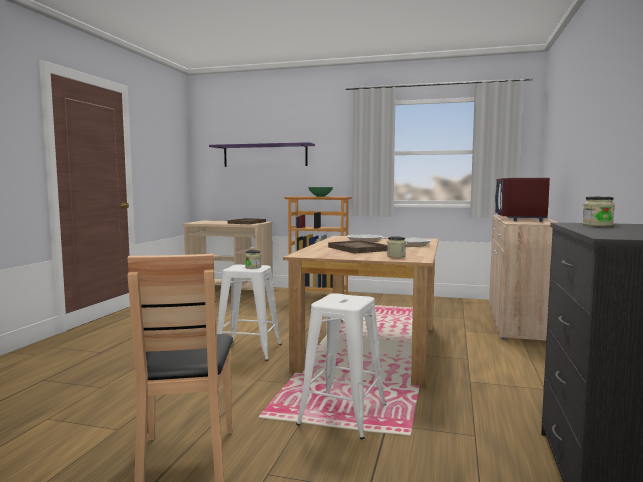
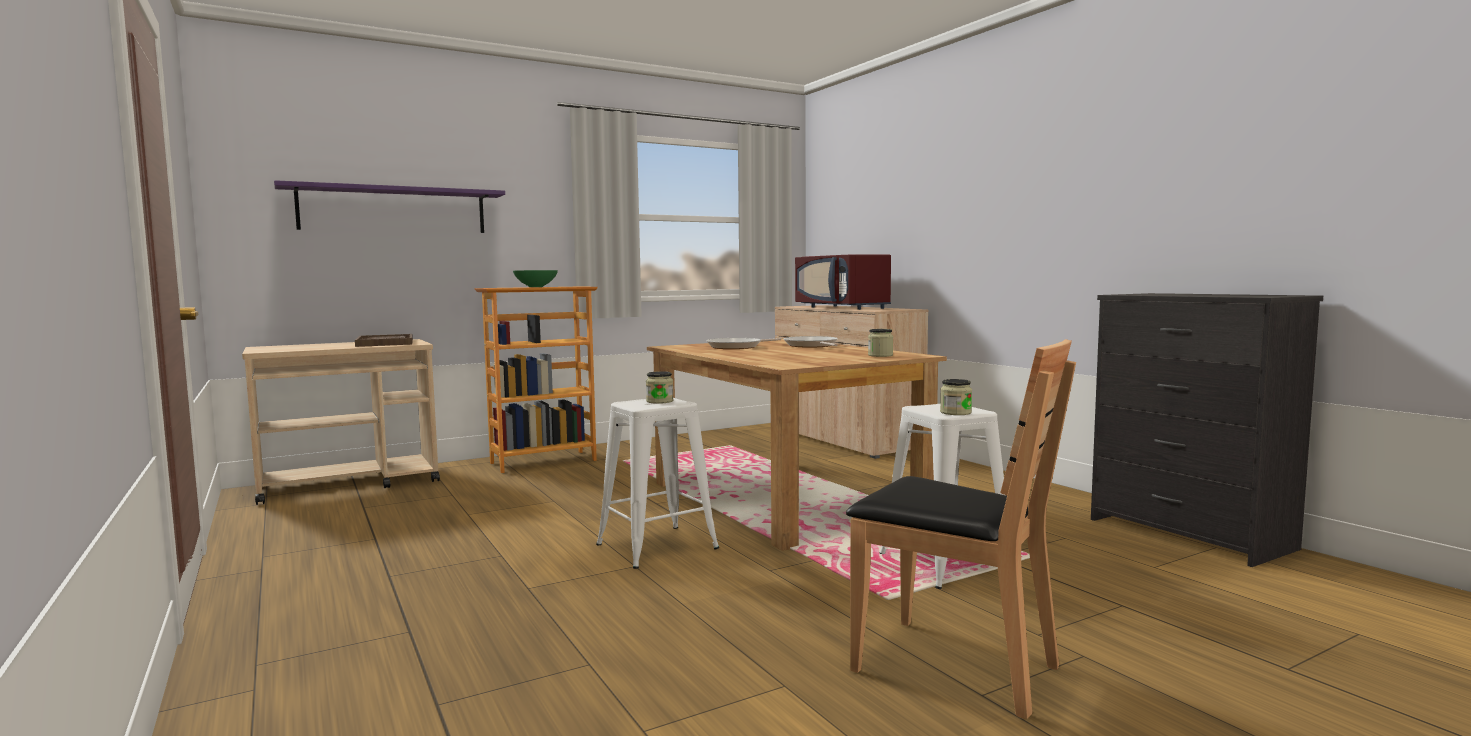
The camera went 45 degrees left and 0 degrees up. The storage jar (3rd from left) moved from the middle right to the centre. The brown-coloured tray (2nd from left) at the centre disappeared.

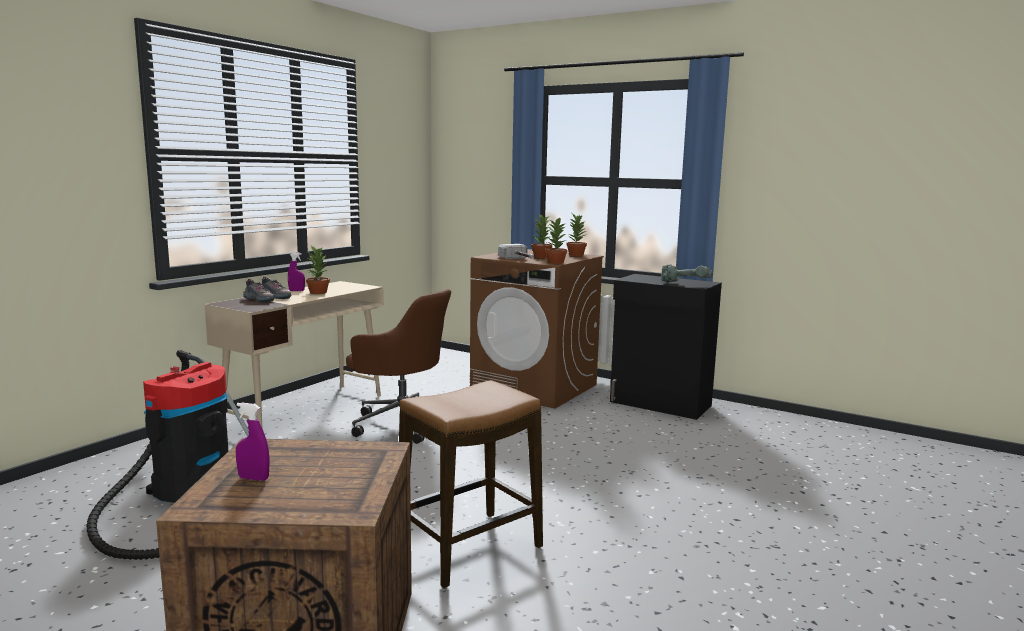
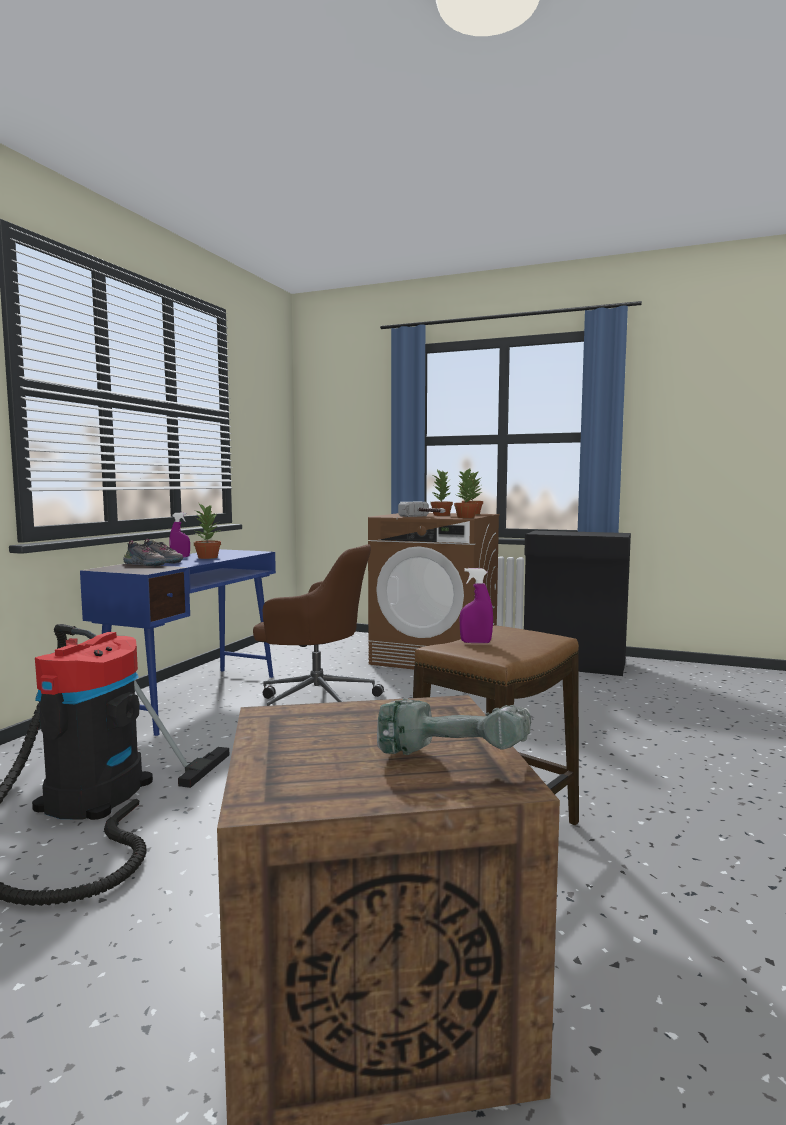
The camera went 10 degrees left and 5 degrees down. The sand-coloured desk at the middle left became the blue-coloured desk at the middle left. The power drill moved from the middle right to the centre. The purple-coloured hand sprayer (1st from left in the first image) moved from the bottom left to the centre.

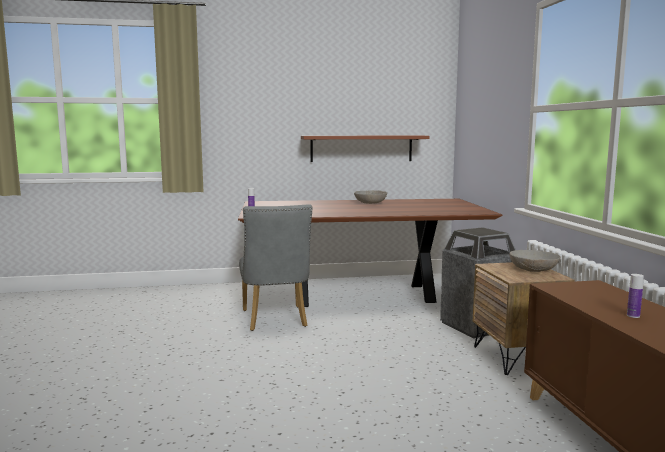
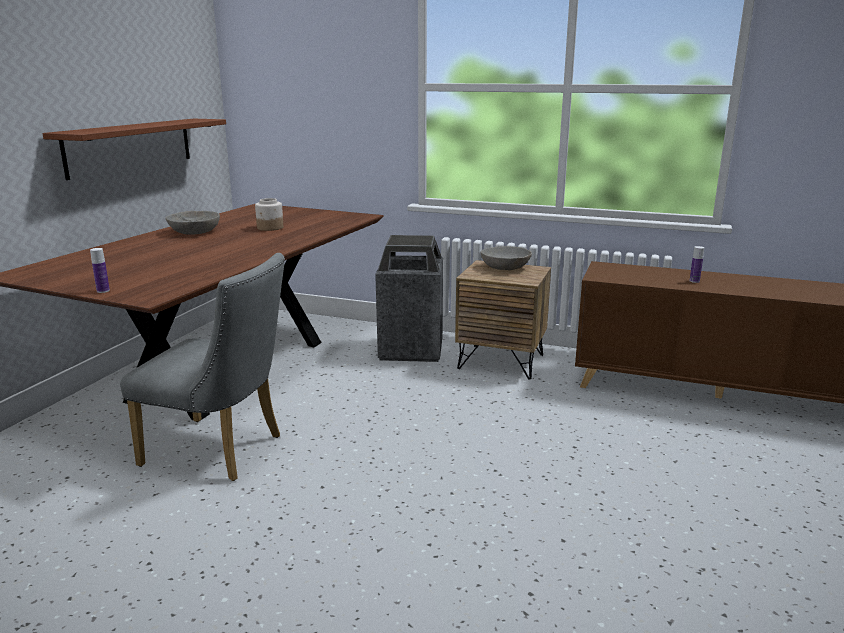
The camera went 60 degrees left and 10 degrees up. The storage jar at the middle left appeared.

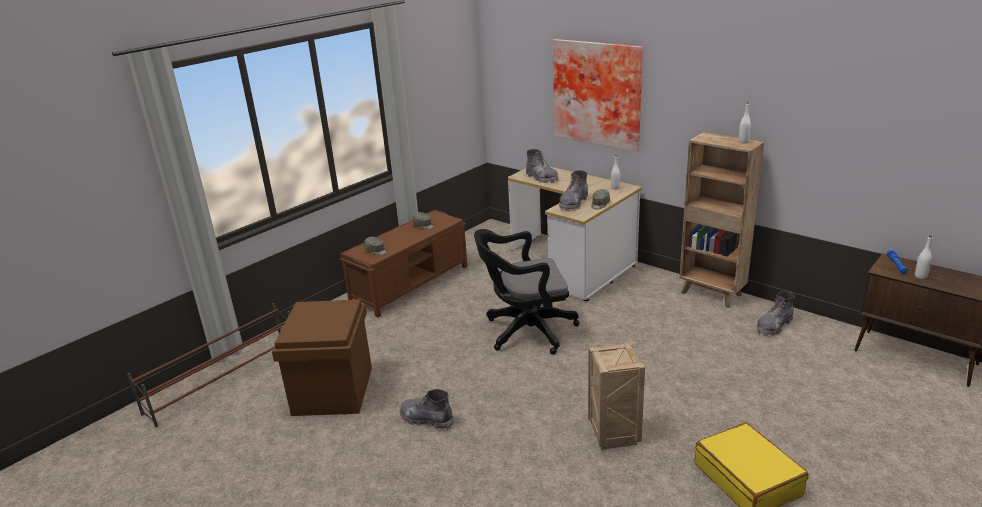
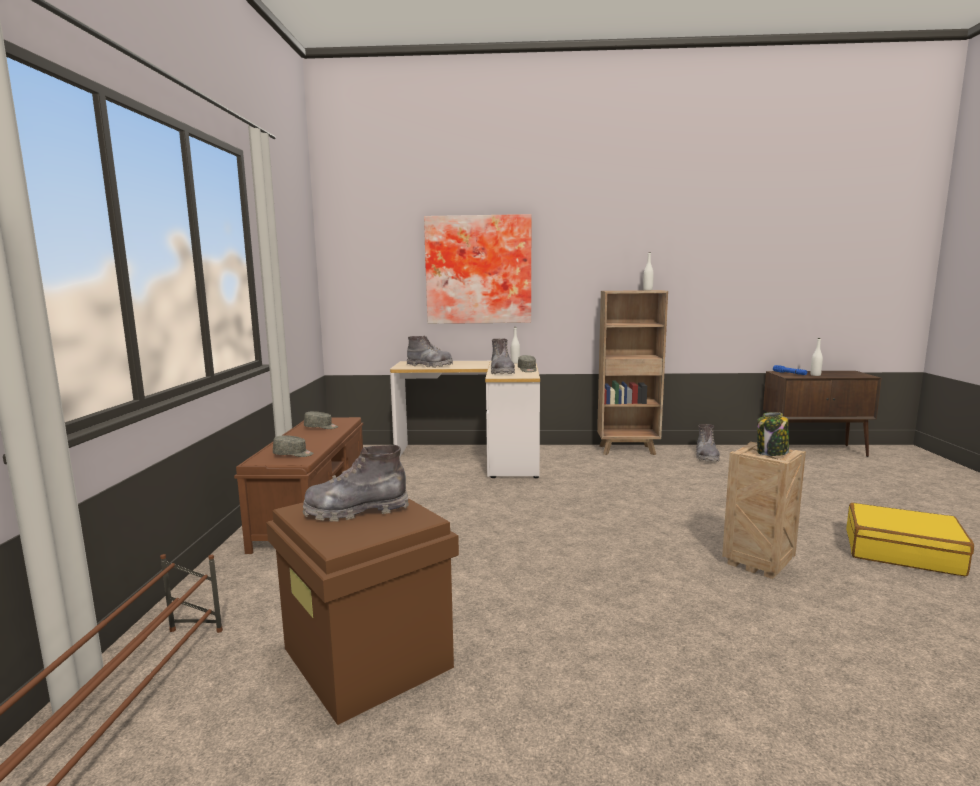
The camera went 40 degrees left and 15 degrees down. The greyish boot (1st from left) moved from the bottom centre to the centre. The storage jar at the middle right appeared. The black computer chair at the centre disappeared.

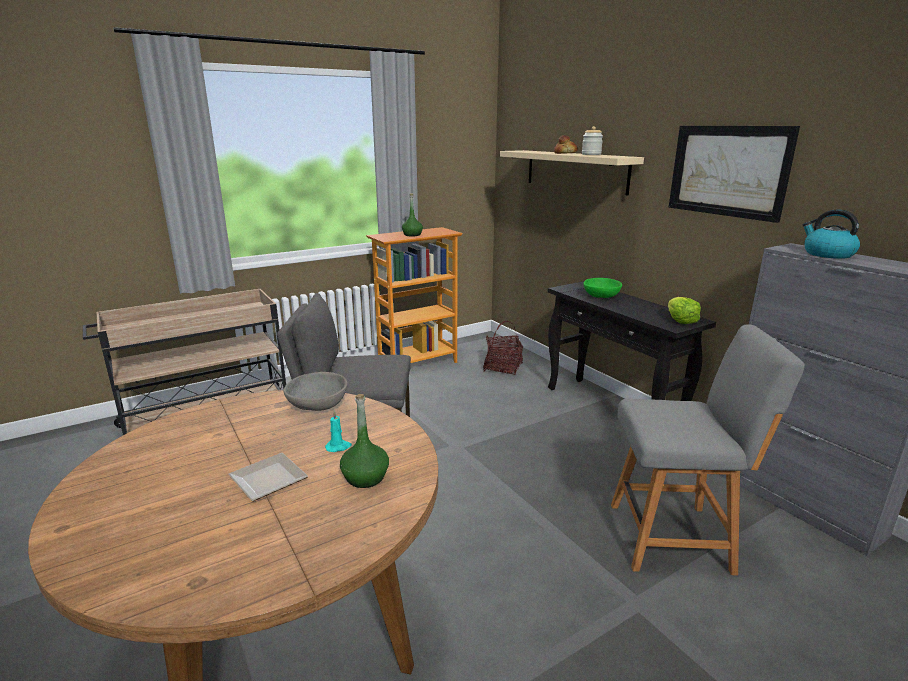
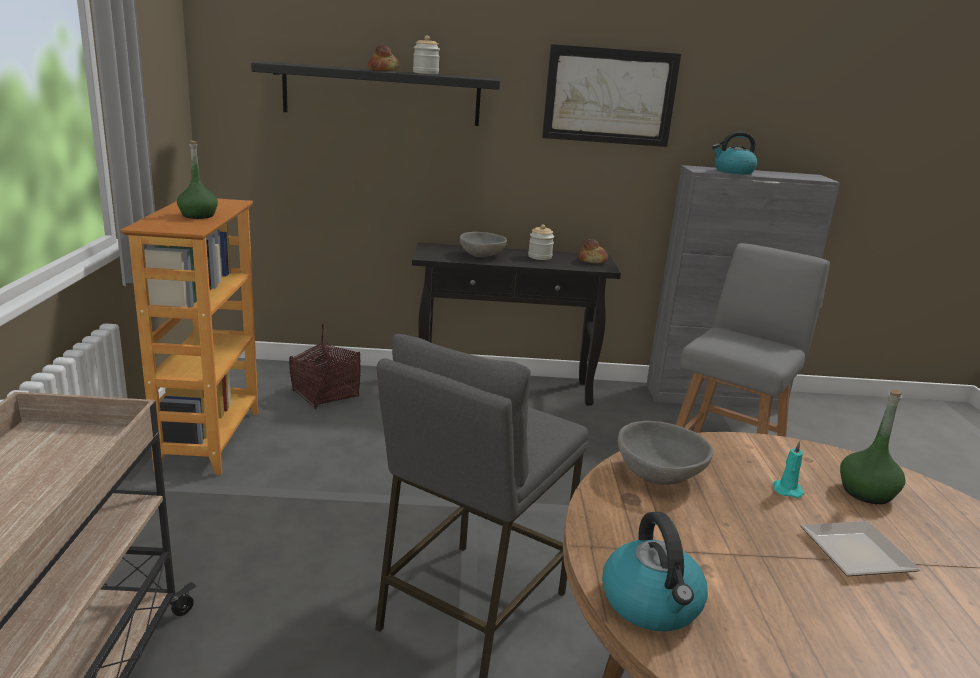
The camera went 60 degrees left and 0 degrees up. The sand-coloured shelf at the top centre became the black shelf at the top centre. The greenish serving bowl at the centre became the greyish serving bowl (1st from left) at the centre. The storage jar (2nd from left) at the centre appeared. The lettuce at the middle right was replaced by the bread (2nd from left) at the centre. The tea kettle (1st from left) at the bottom right appeared.

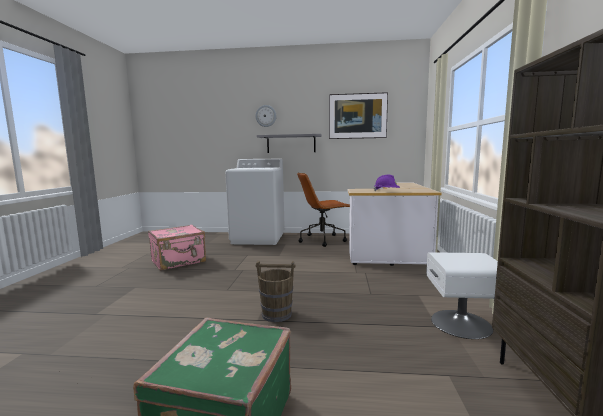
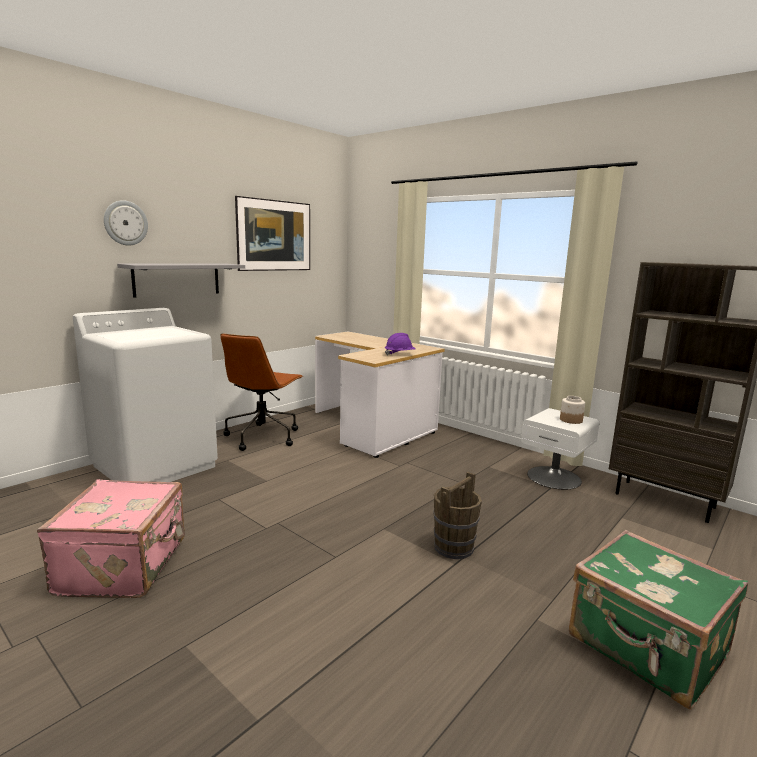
The camera went 55 degrees left and 5 degrees up. The storage jar at the middle right appeared.

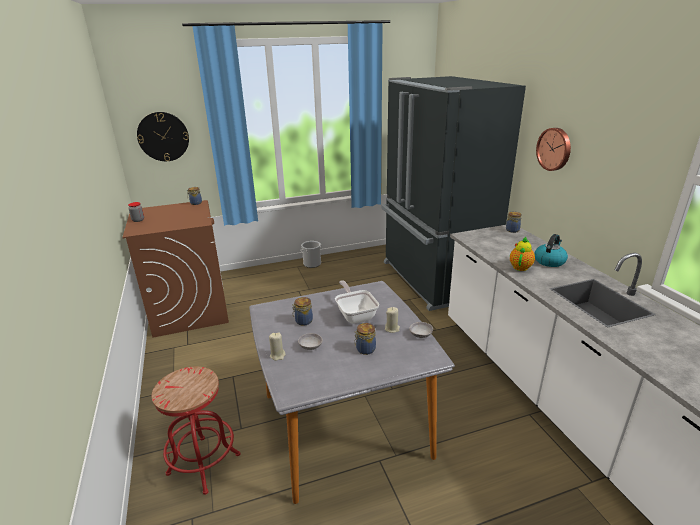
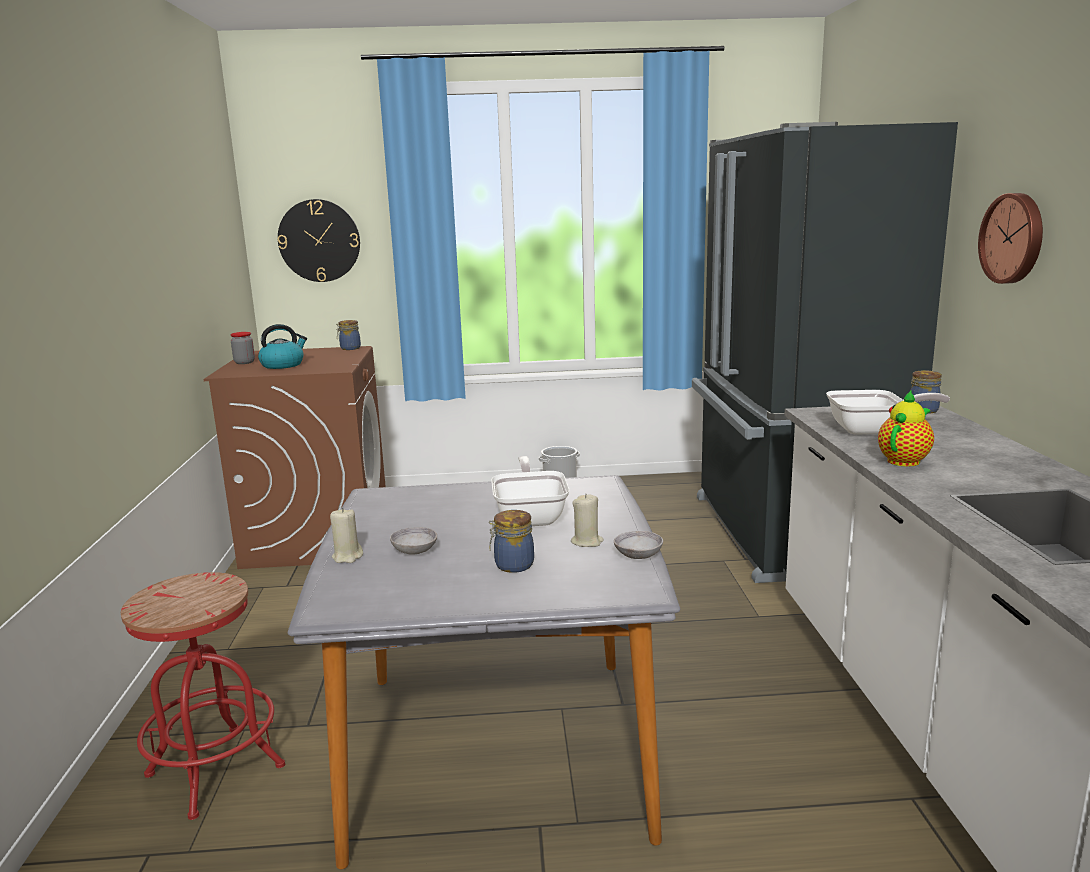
The camera went 15 degrees right and 10 degrees down. The tea kettle moved from the middle right to the middle left. The pan (2nd from left) at the middle right appeared. The storage jar (3rd from left) at the centre disappeared.

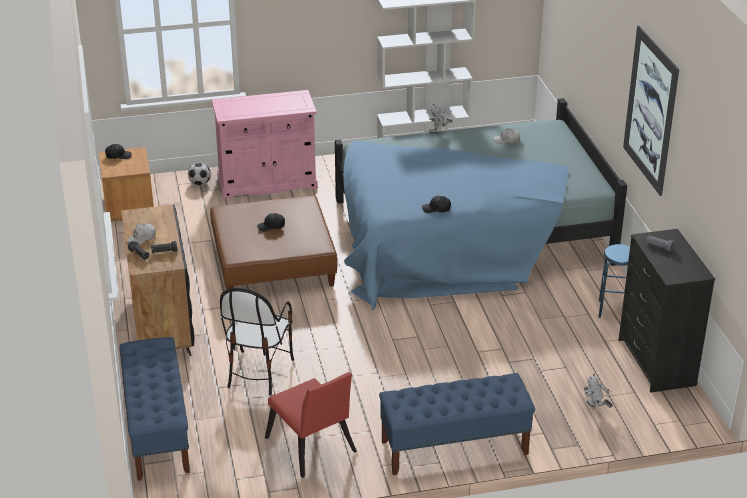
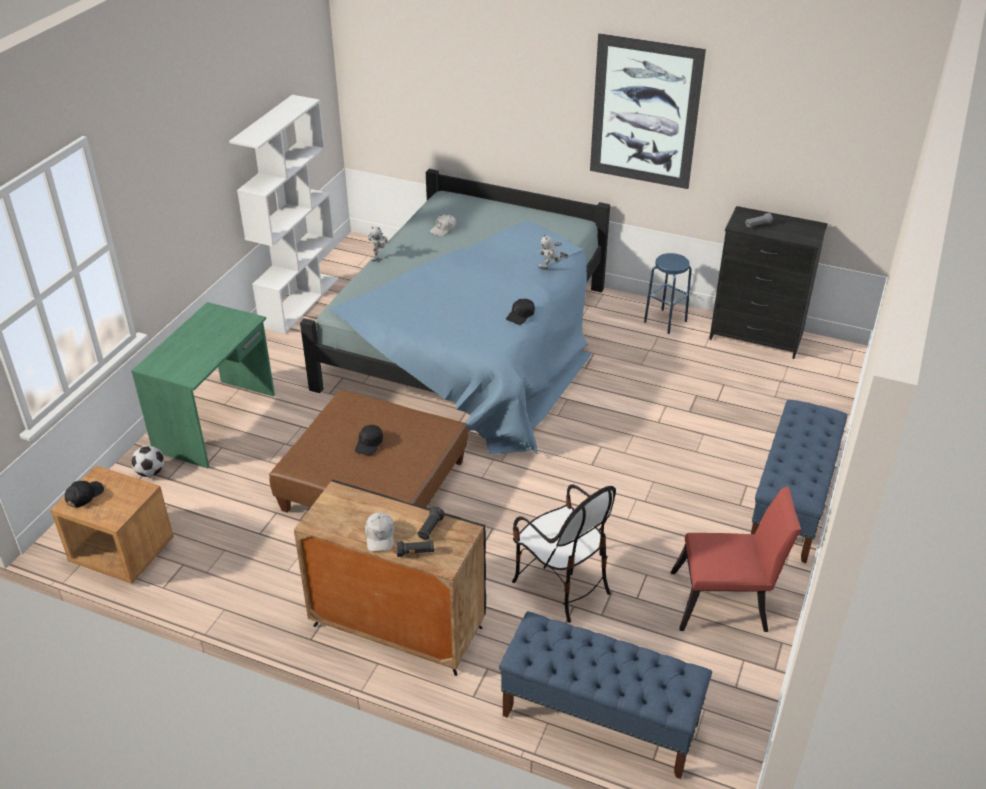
The camera went 55 degrees left and 5 degrees up. The pinkish cabinet at the top centre was replaced by the greenish desk at the middle left. The model robot (2nd from left) moved from the bottom right to the top centre.

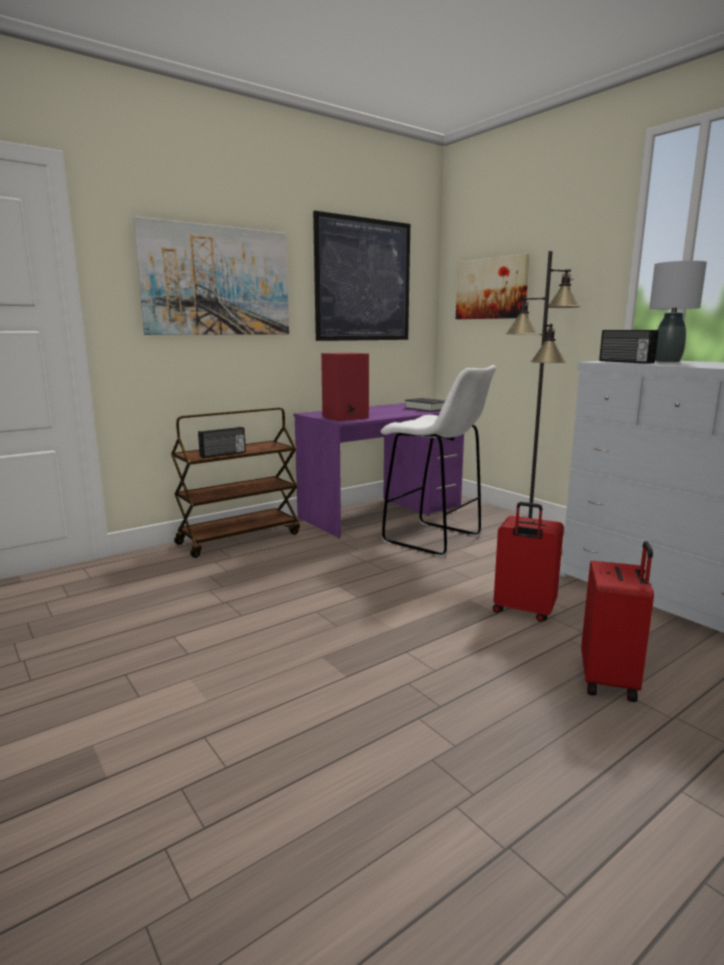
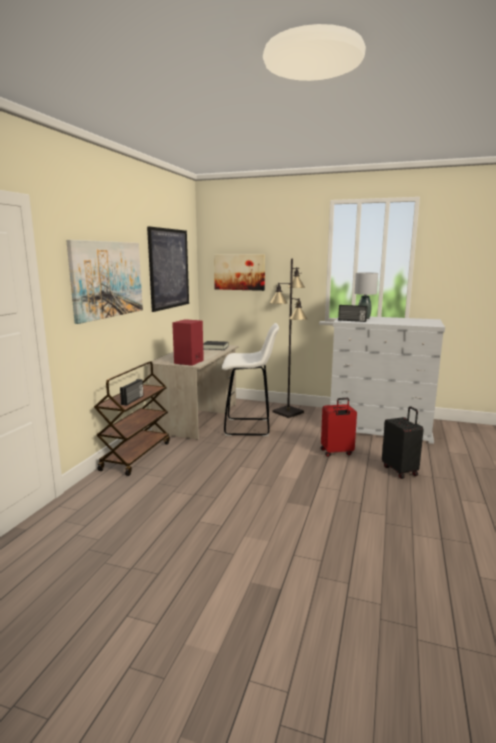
The camera went 35 degrees left and 0 degrees up. The purple-coloured desk at the centre became the sand-coloured desk at the centre. The reddish travel case (2nd from left) at the middle right became the black travel case at the middle right.

